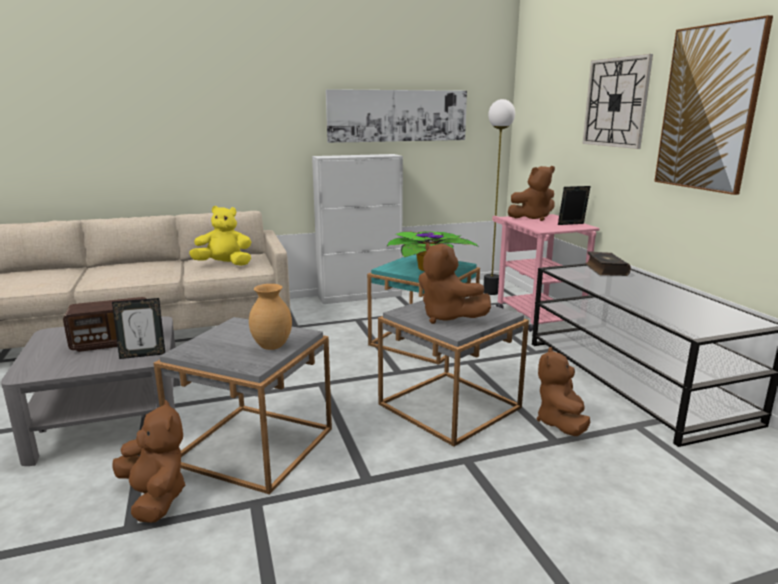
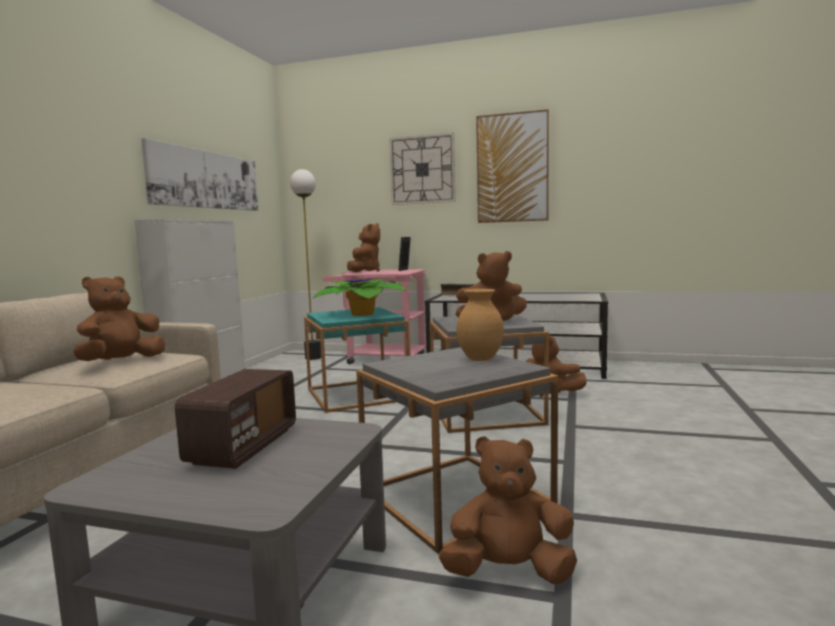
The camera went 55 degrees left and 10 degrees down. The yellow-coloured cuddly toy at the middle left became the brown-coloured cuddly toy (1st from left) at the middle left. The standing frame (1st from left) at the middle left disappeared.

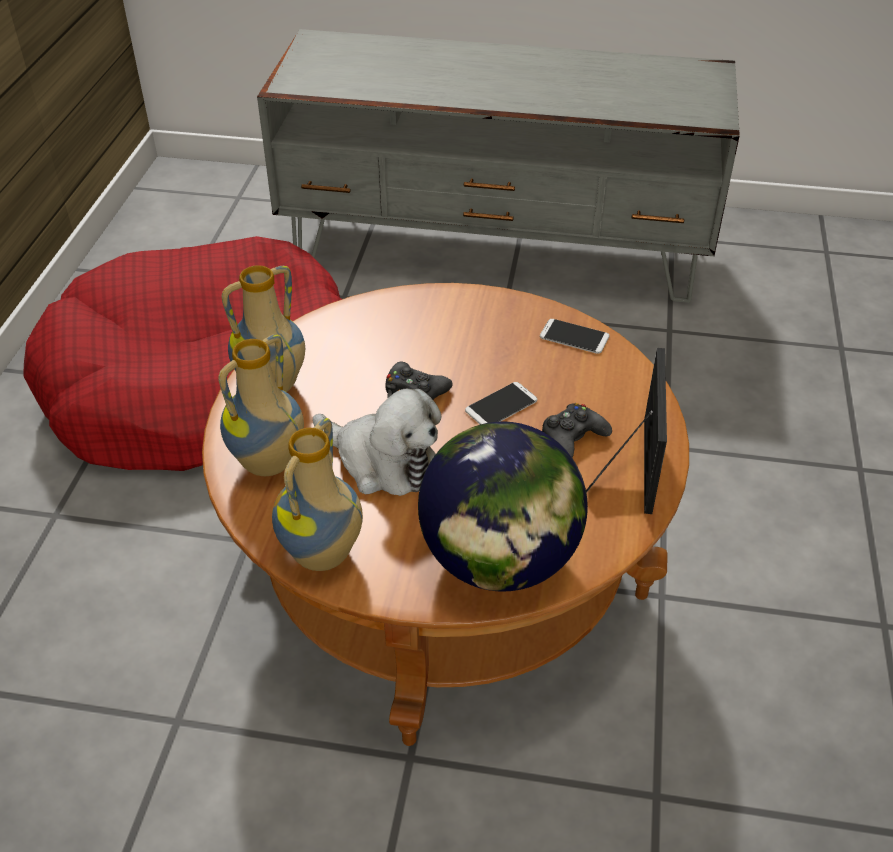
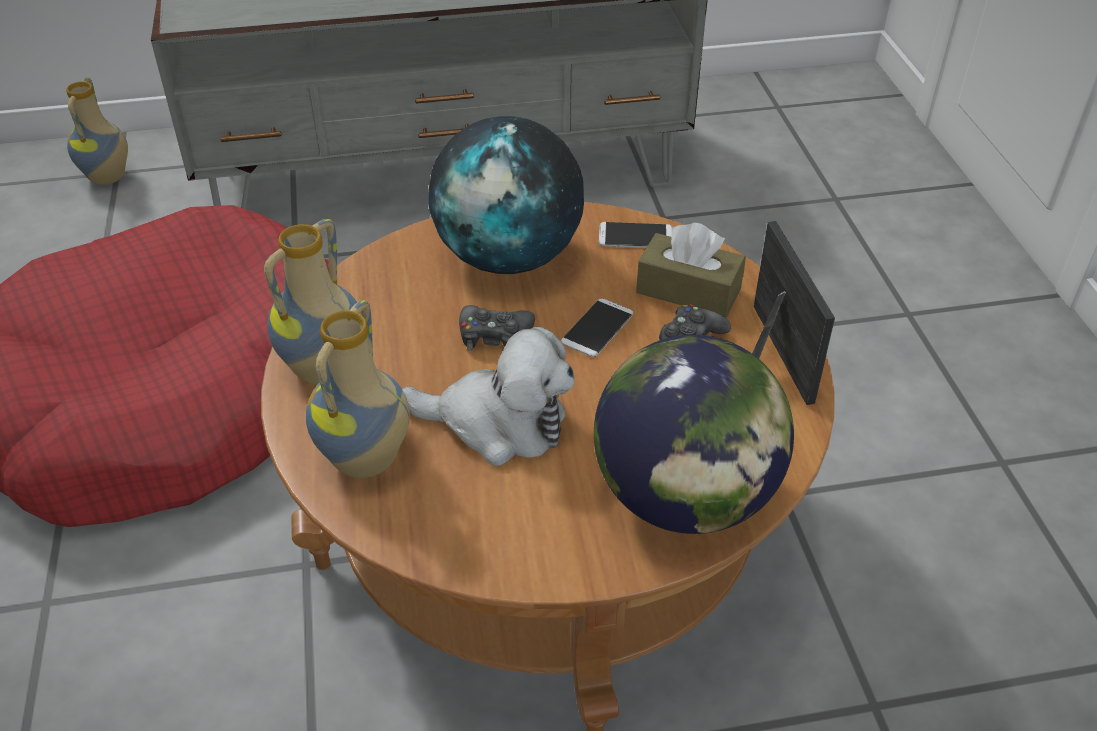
The camera went 20 degrees left and 0 degrees up. The decorative vase (3rd from left in the first image) moved from the centre to the top left. The desk globe (1st from left) at the top centre appeared. The brown-coloured tissue holder at the centre appeared.

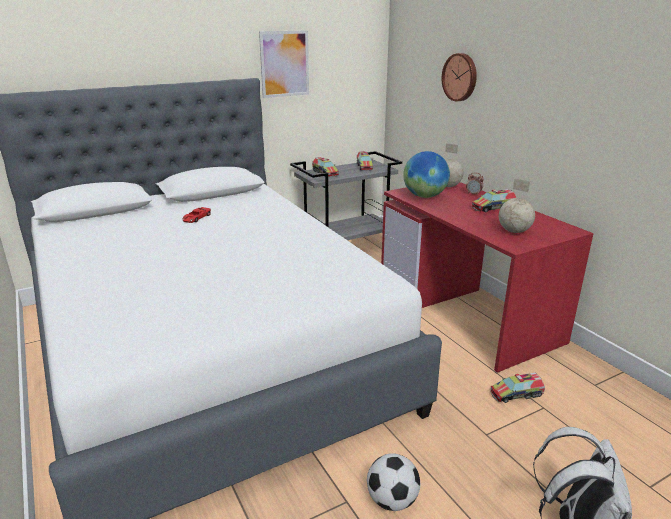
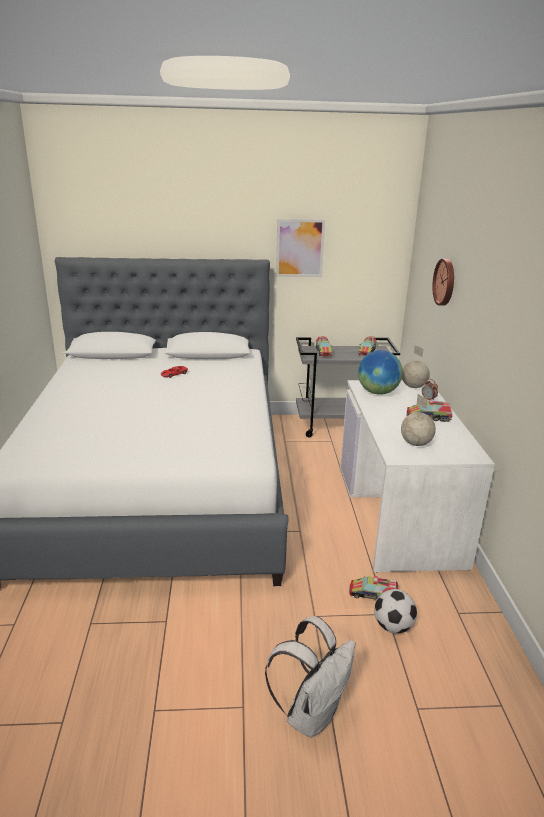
The camera went 25 degrees right and 0 degrees up. The reddish desk at the middle right became the white-coloured desk at the middle right. The football ball moved from the bottom centre to the bottom right.

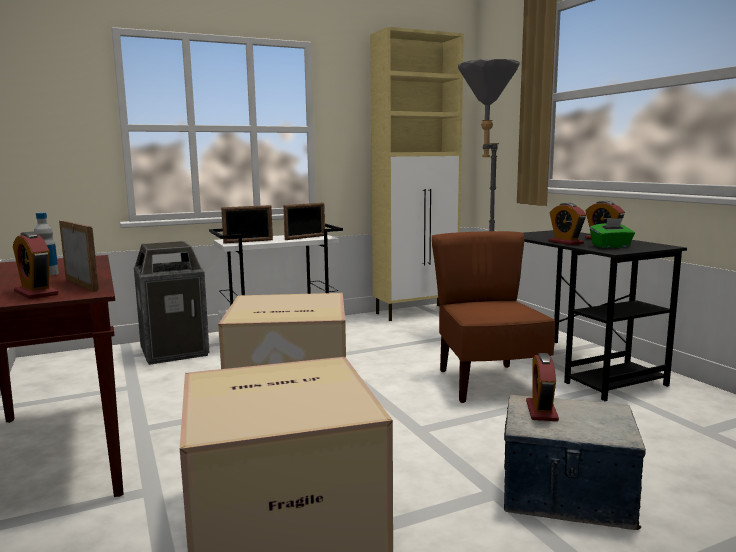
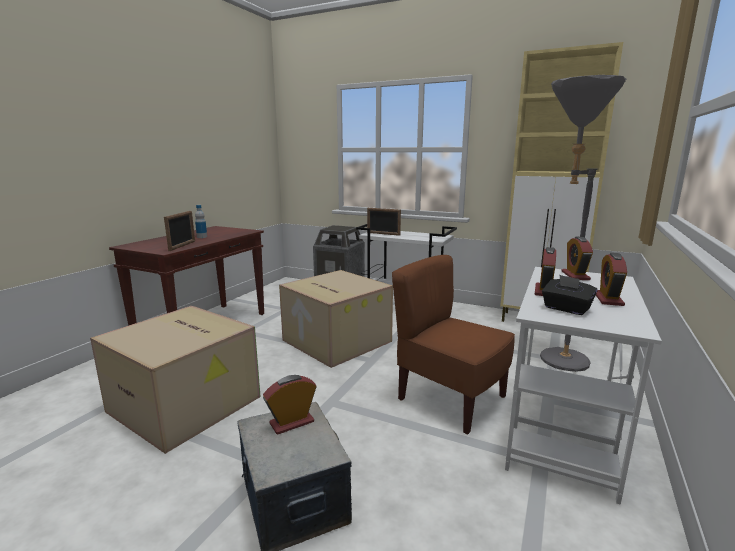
The camera went 50 degrees right and 5 degrees up. The brown-coloured plain chair at the middle right turned 90 degrees counterclockwise. The black desk at the middle right became the white-coloured desk at the bottom right. The greenish tissue holder at the middle right became the black tissue holder at the middle right. The table clock (1st from left in the first image) moved from the middle left to the middle right. The standing frame (3rd from left) at the centre disappeared.

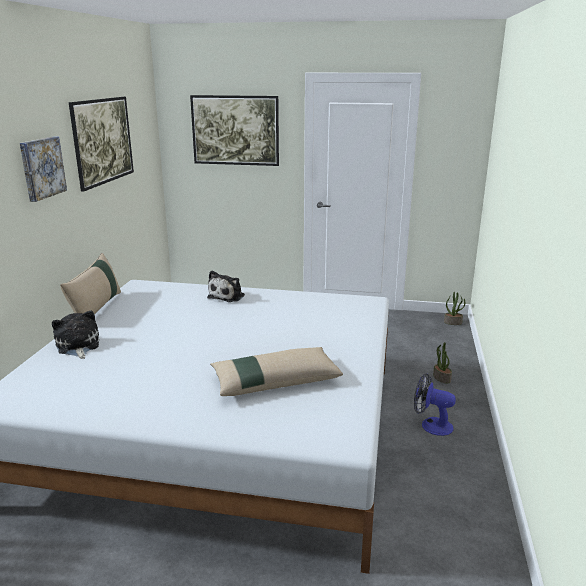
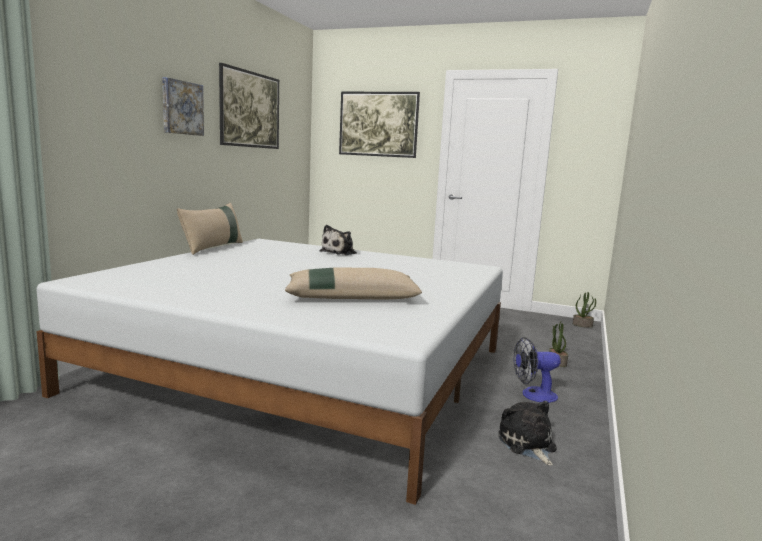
The camera went 10 degrees right and 10 degrees down. The cuddly toy (1st from left in the first image) moved from the middle left to the bottom right. The cooling fan at the bottom right turned 45 degrees counterclockwise.

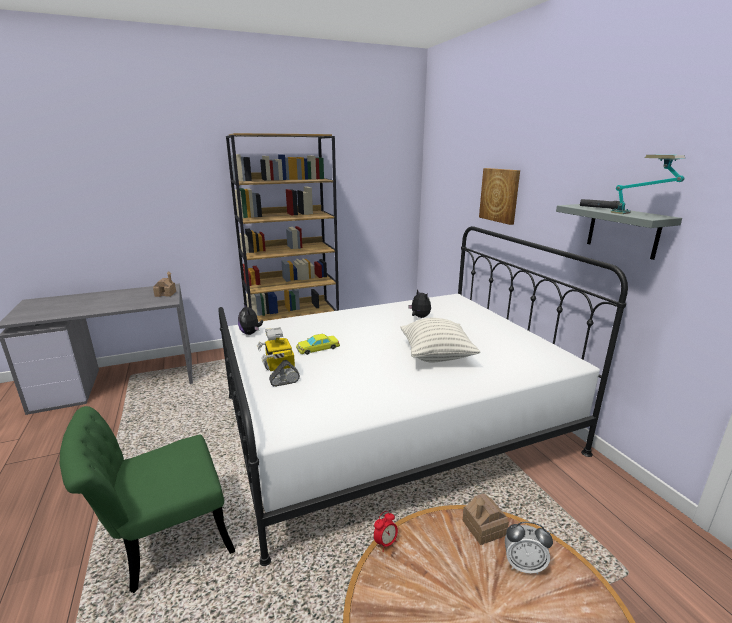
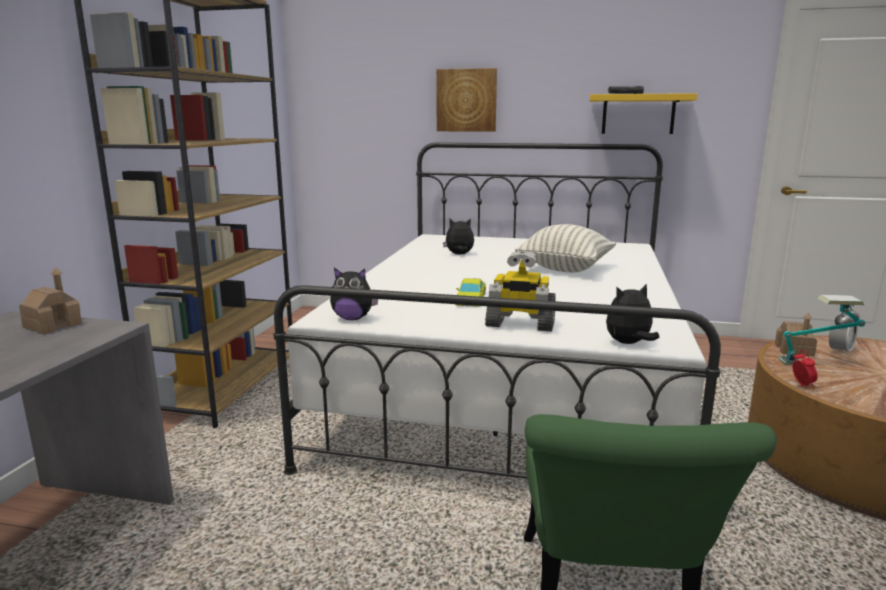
The camera went 55 degrees left and 5 degrees down. The greyish shelf at the middle right became the yellow-coloured shelf at the top right. The cuddly toy (3rd from left) at the middle right appeared. The tabletop lamp moved from the top right to the middle right.

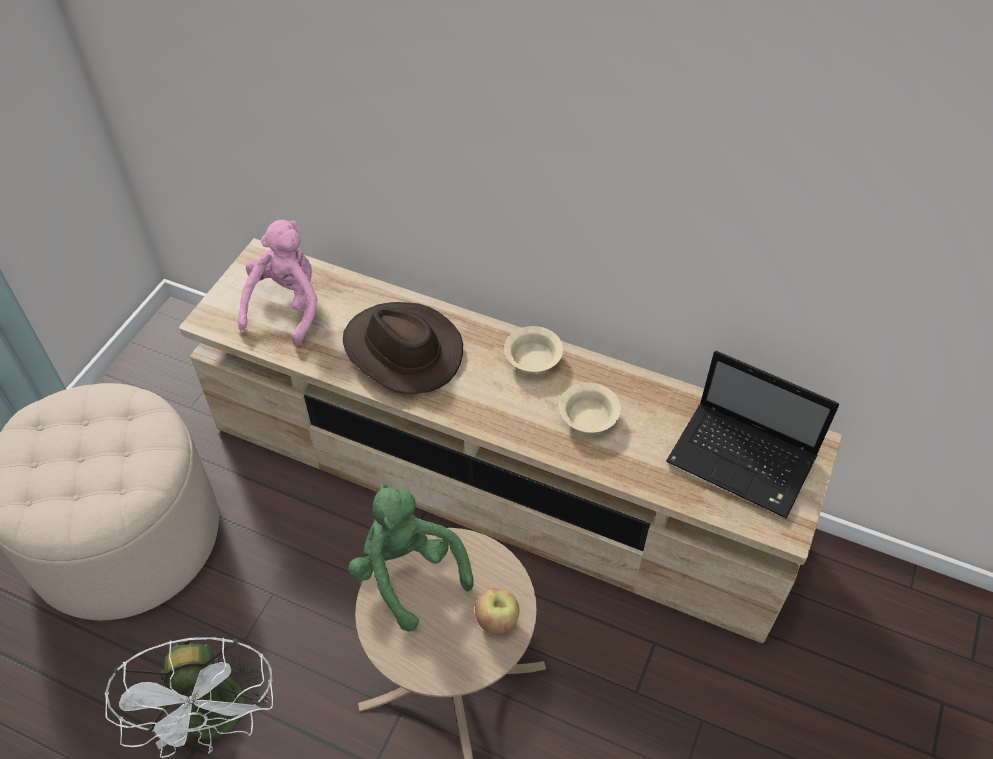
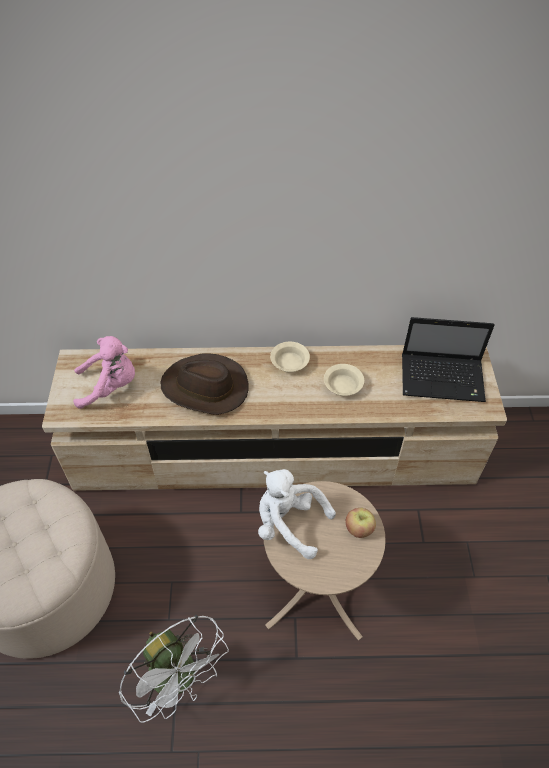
The camera went 25 degrees left and 0 degrees up. The pinkish cuddly toy at the middle left turned 90 degrees clockwise. The greenish cuddly toy at the bottom centre became the white-coloured cuddly toy at the bottom centre.

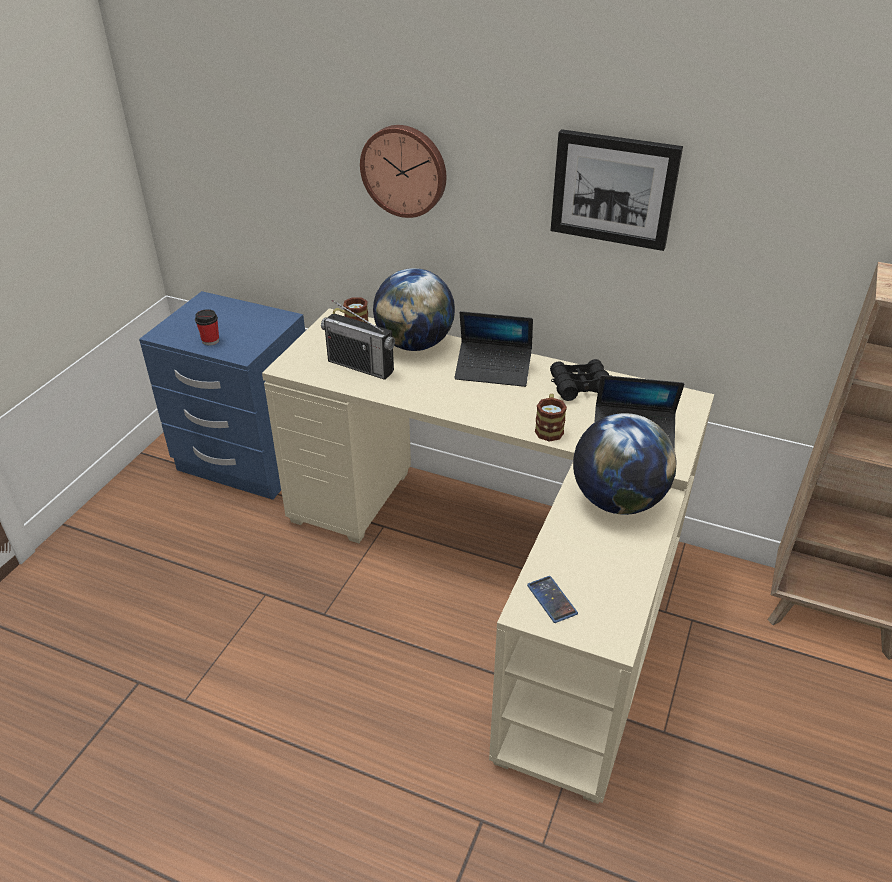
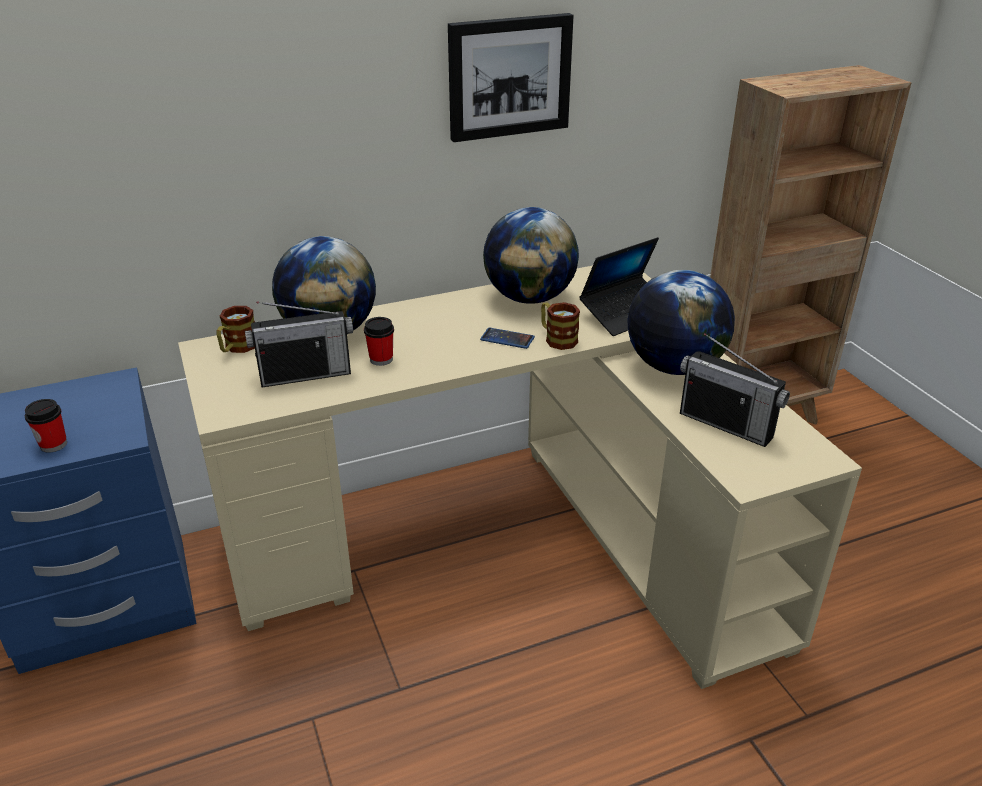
The camera went 45 degrees left and 5 degrees down. The drinking cup (2nd from left) at the centre appeared. The telephone moved from the bottom centre to the centre. The black binoculars at the centre was replaced by the desk globe (2nd from left) at the top centre. The radio receiver (2nd from left) at the middle right appeared. The hanging clock at the top centre disappeared. The laptop (1st from left) at the centre disappeared.

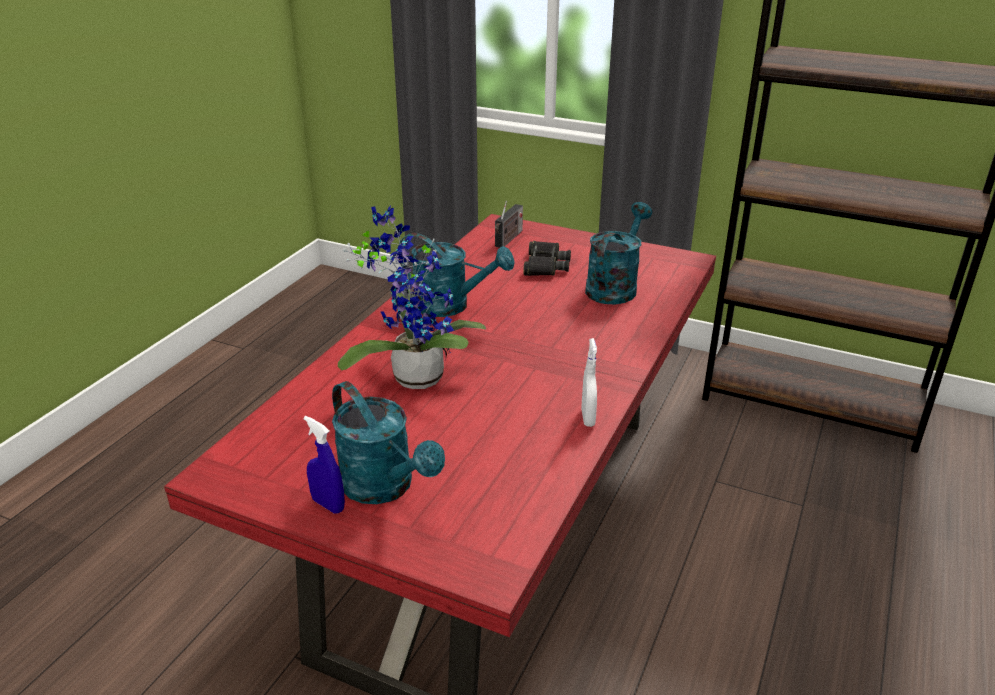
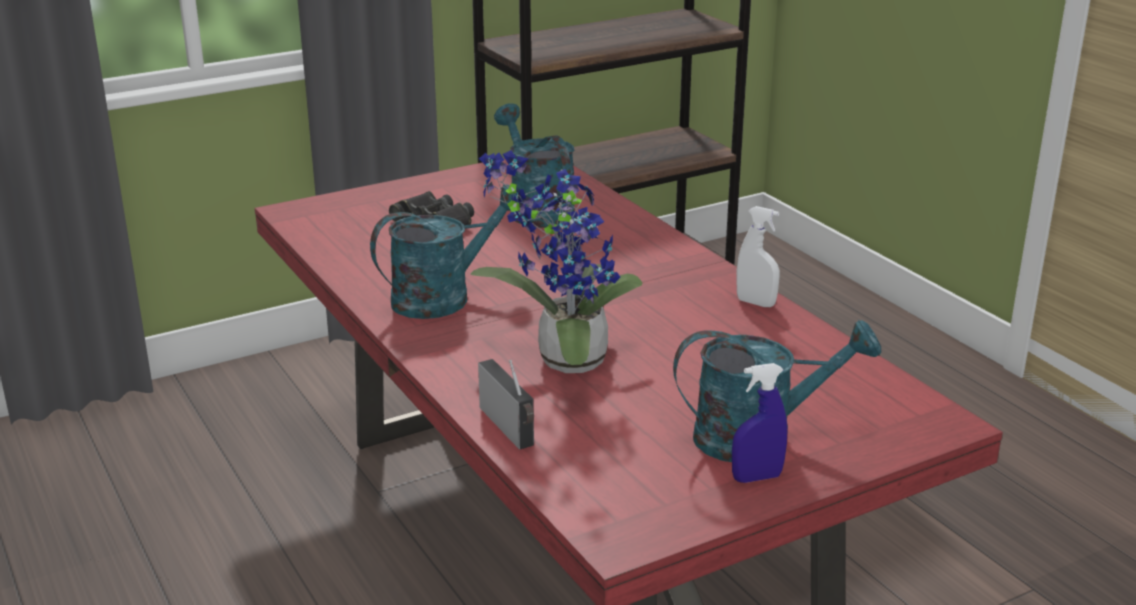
The camera went 55 degrees left and 5 degrees down. The radio receiver moved from the top centre to the bottom centre.

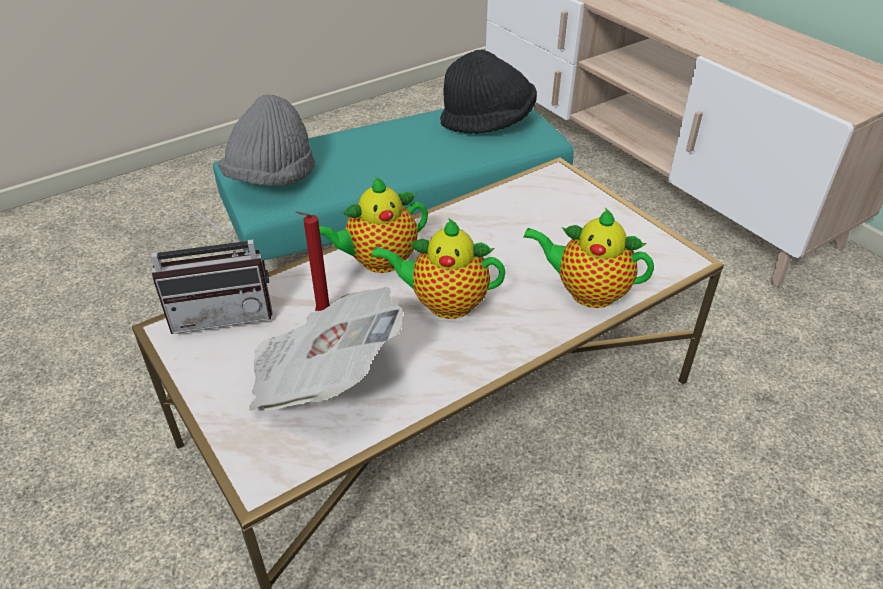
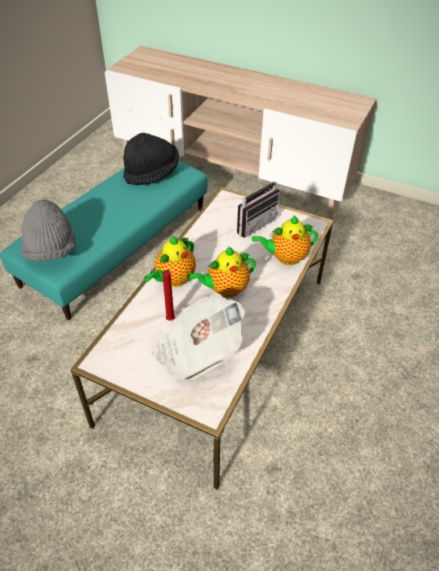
The camera went 30 degrees left and 5 degrees up. The radio receiver moved from the middle left to the centre.

